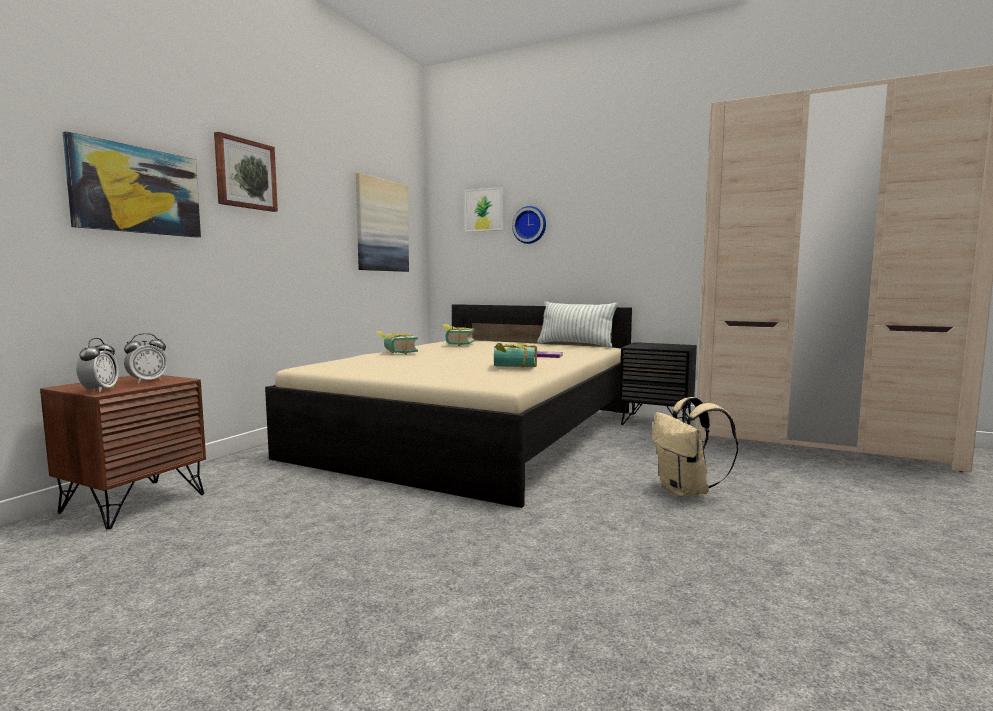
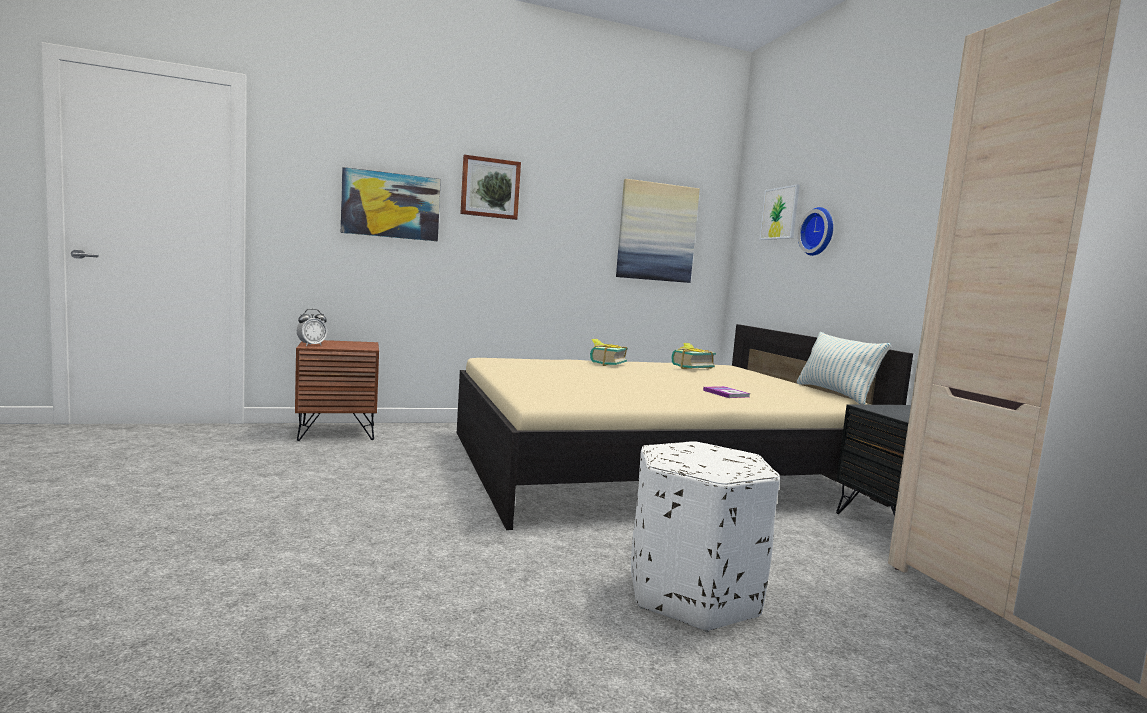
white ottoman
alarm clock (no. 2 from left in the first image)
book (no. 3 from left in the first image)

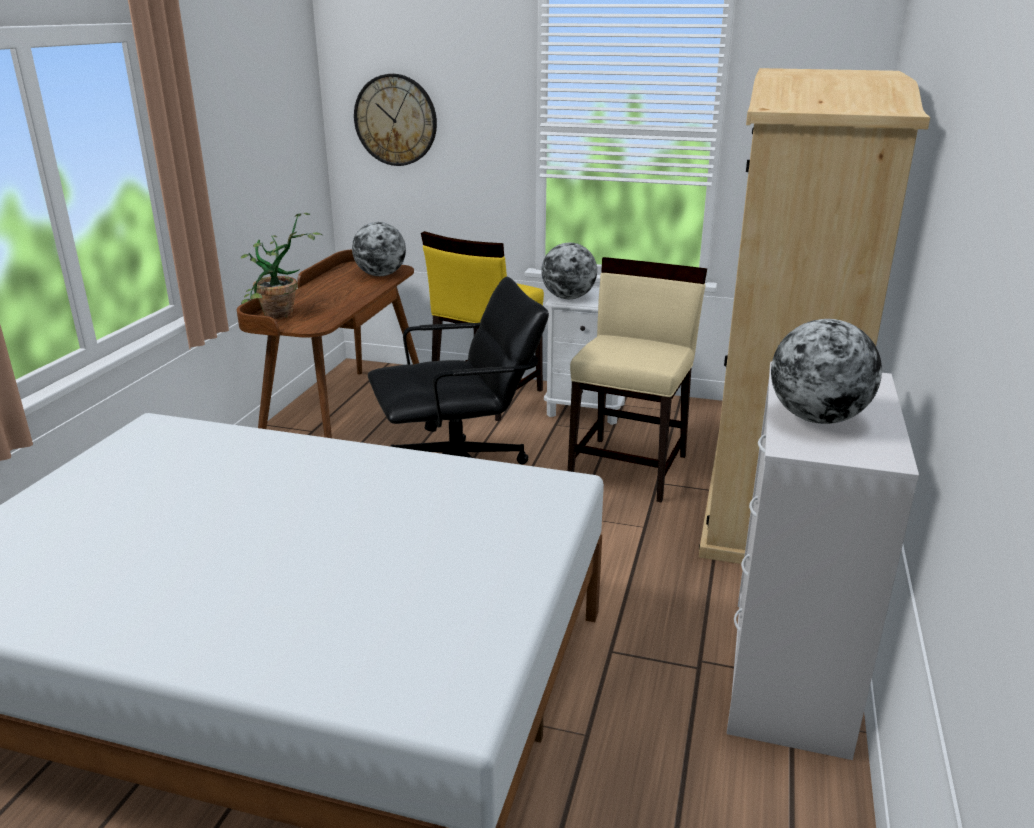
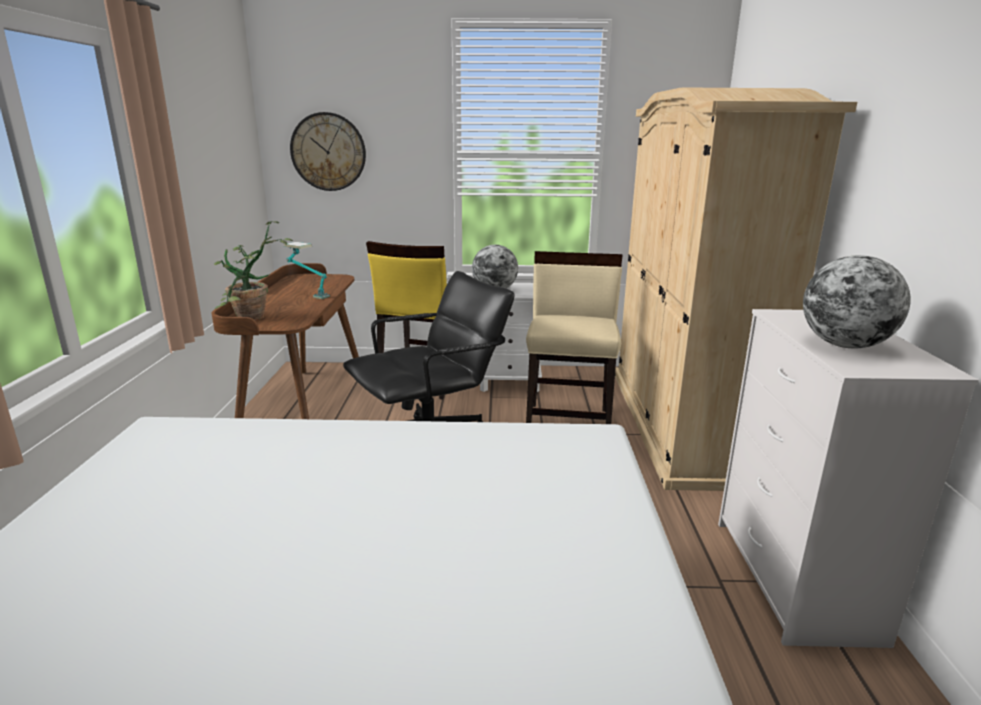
table lamp
globe (no. 1 from left in the first image)

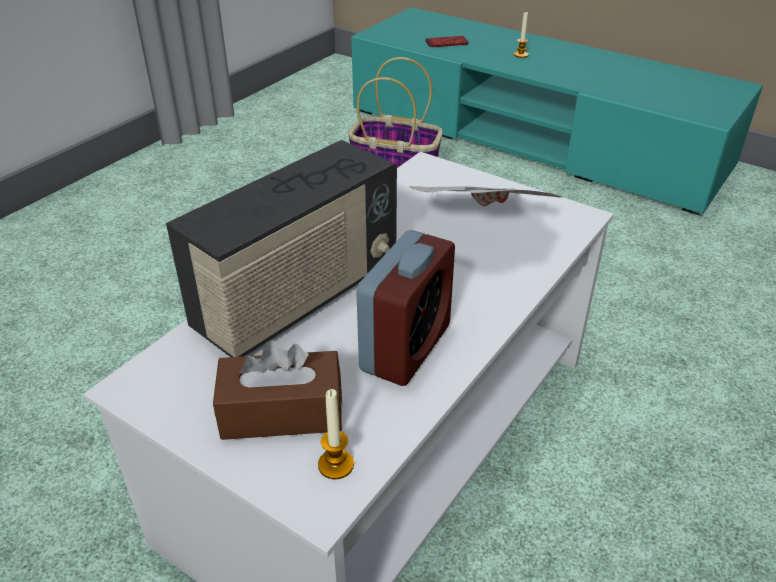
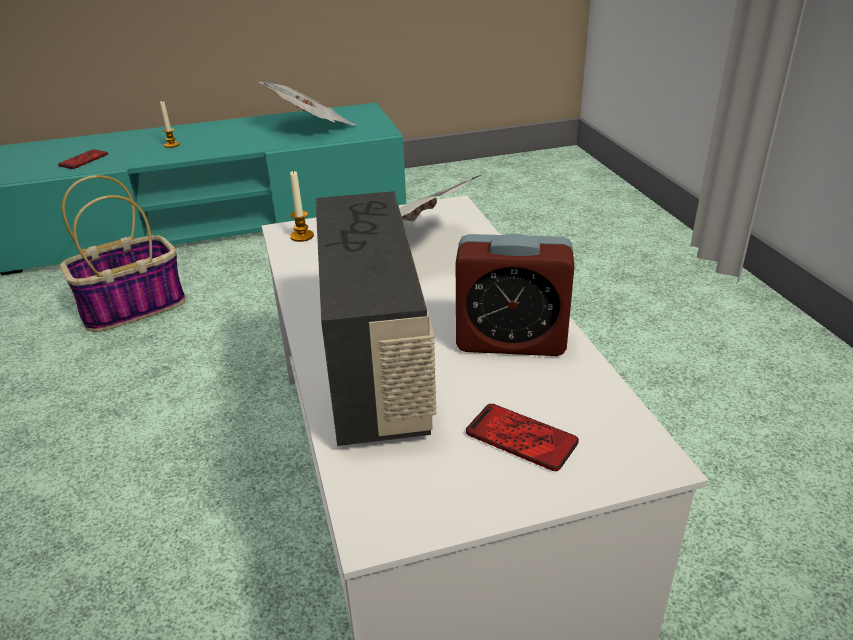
newspaper (no. 1 from left)
candle (no. 2 from left)
alarm clock
phone (no. 2 from left)

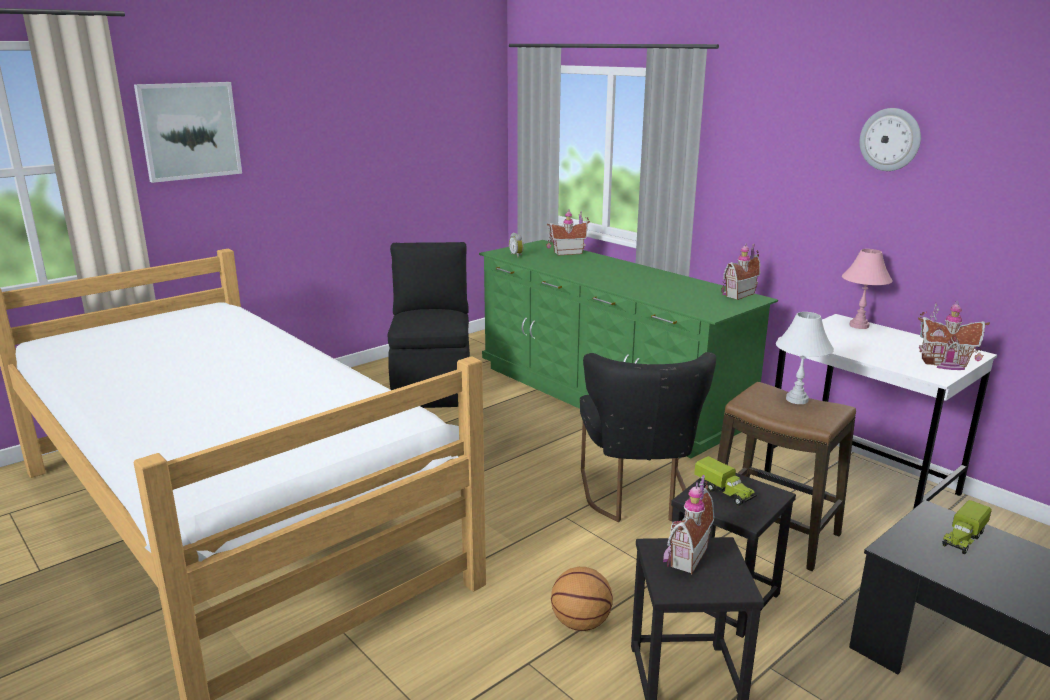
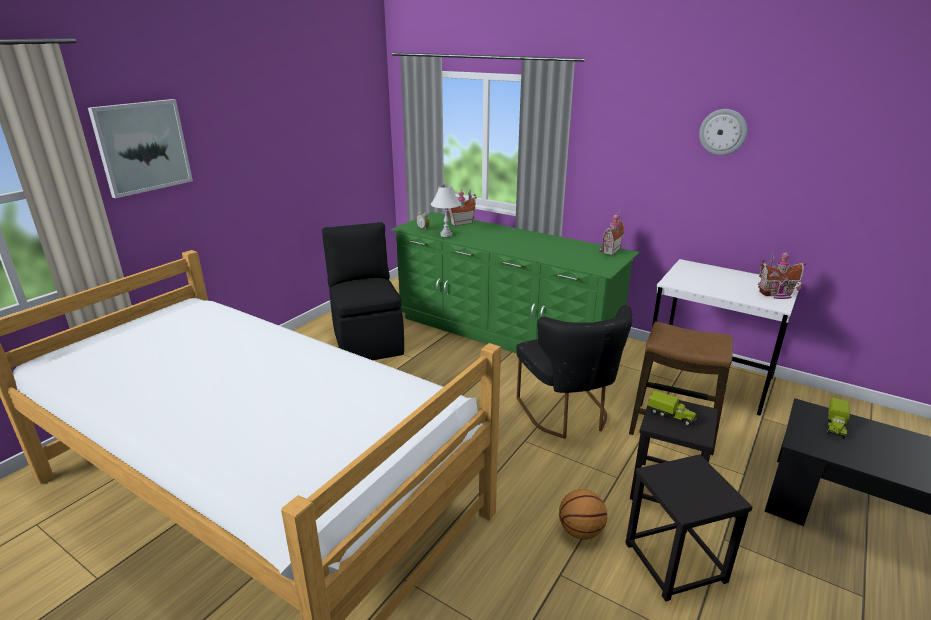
white table lamp
toy house (no. 2 from left in the first image)
pink table lamp

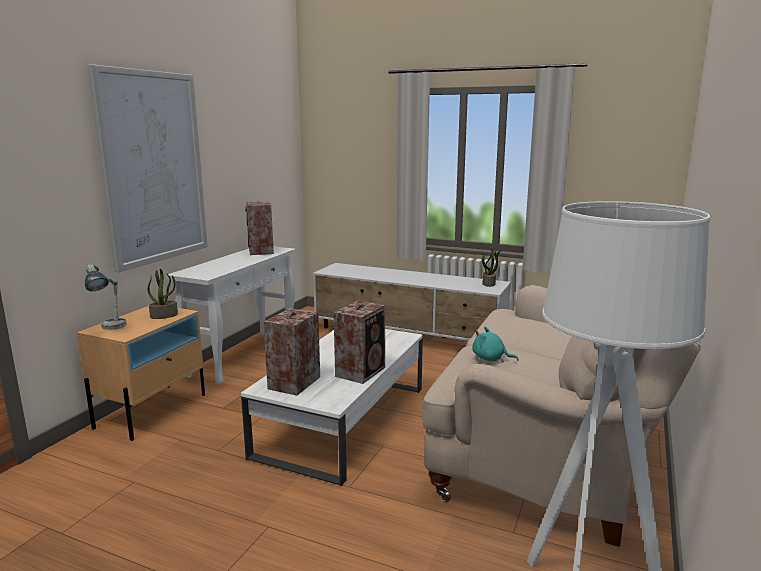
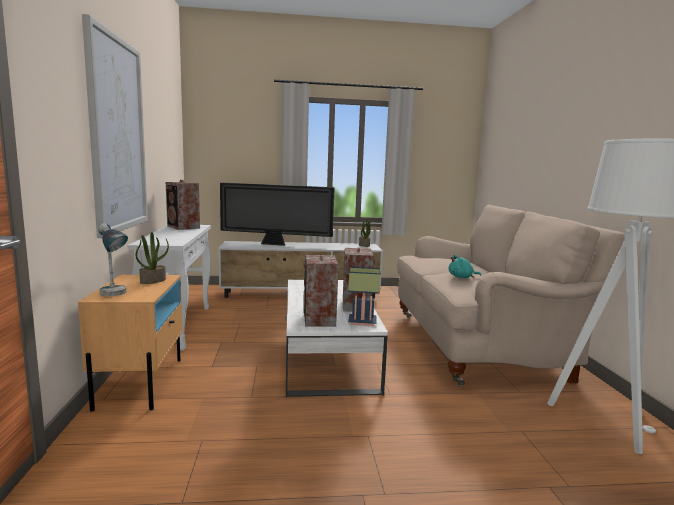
television
table lamp (no. 2 from left)

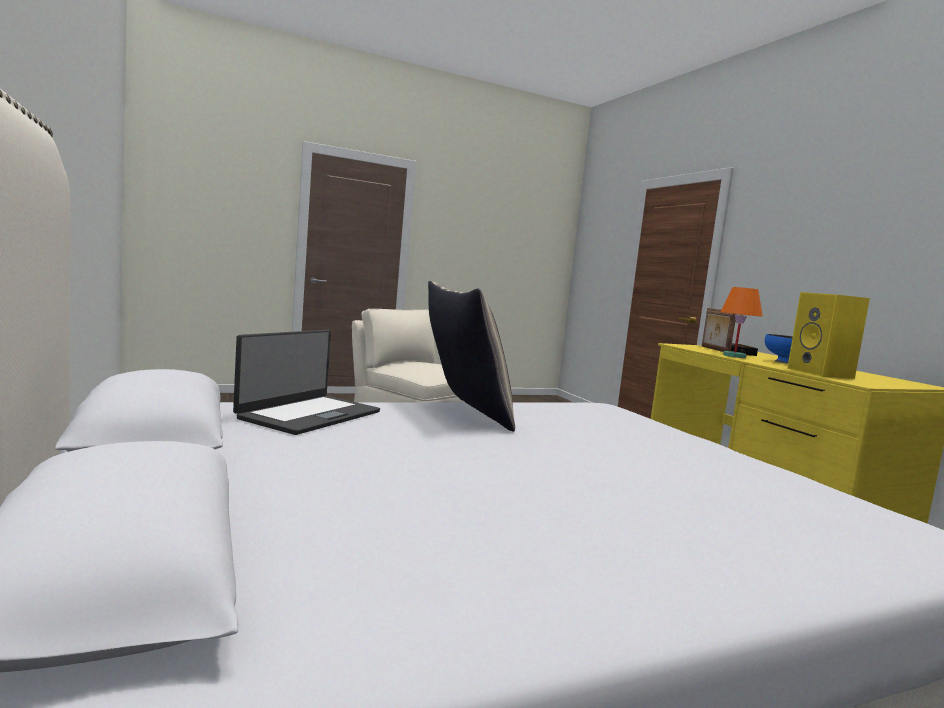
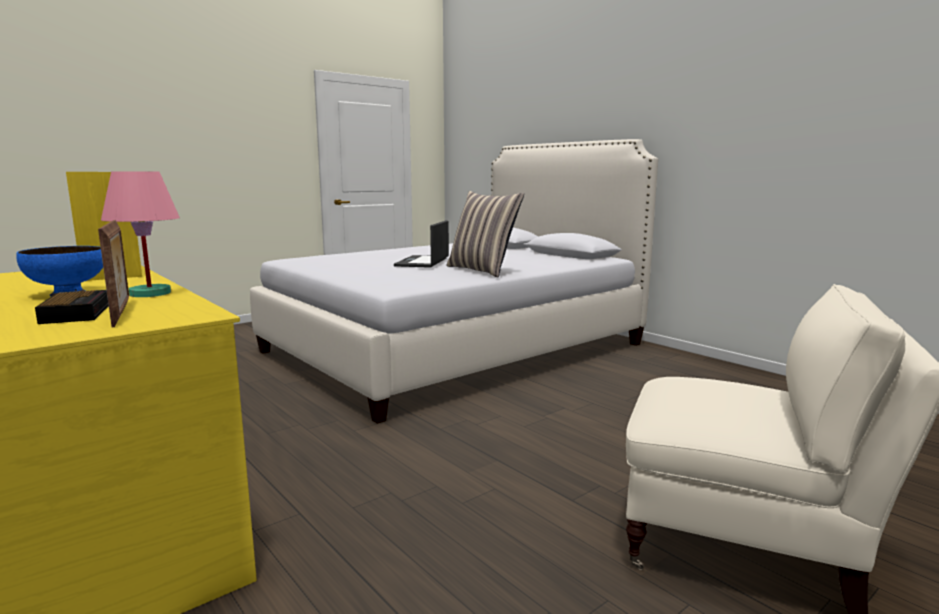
pink table lamp
laptop

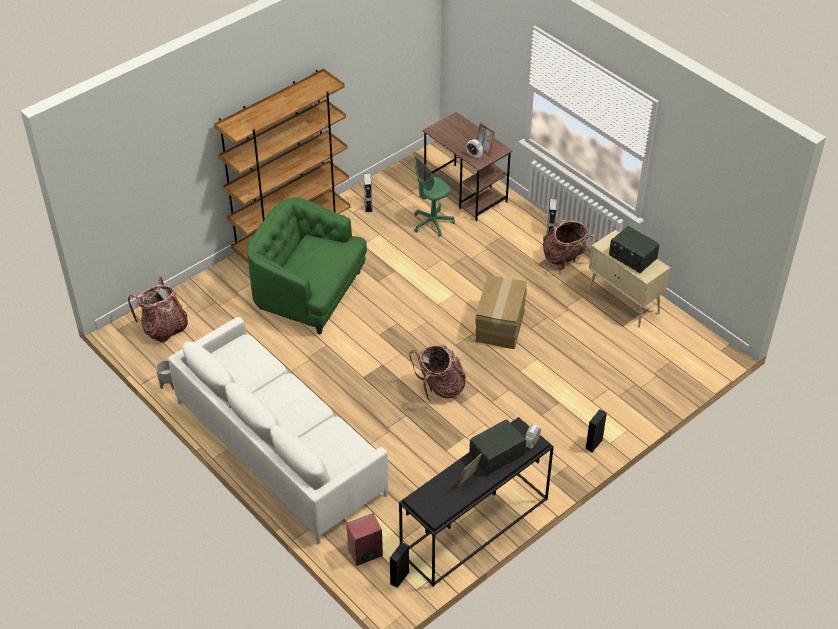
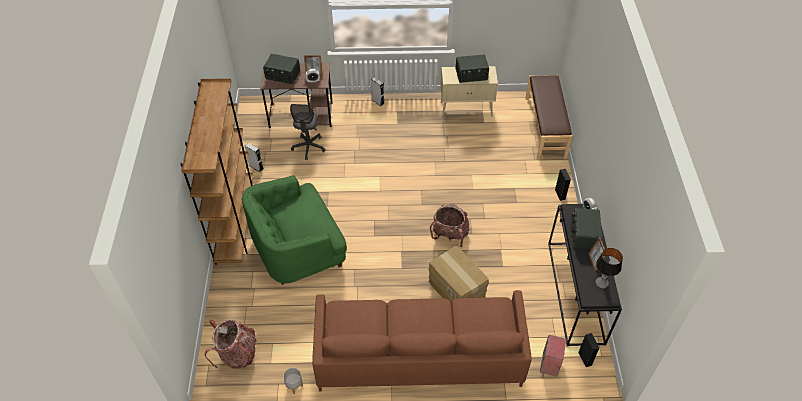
radio (no. 1 from left)
grey office chair
brown sofa
cardboard box
brown bench
table lamp
backpack (no. 3 from left in the first image)

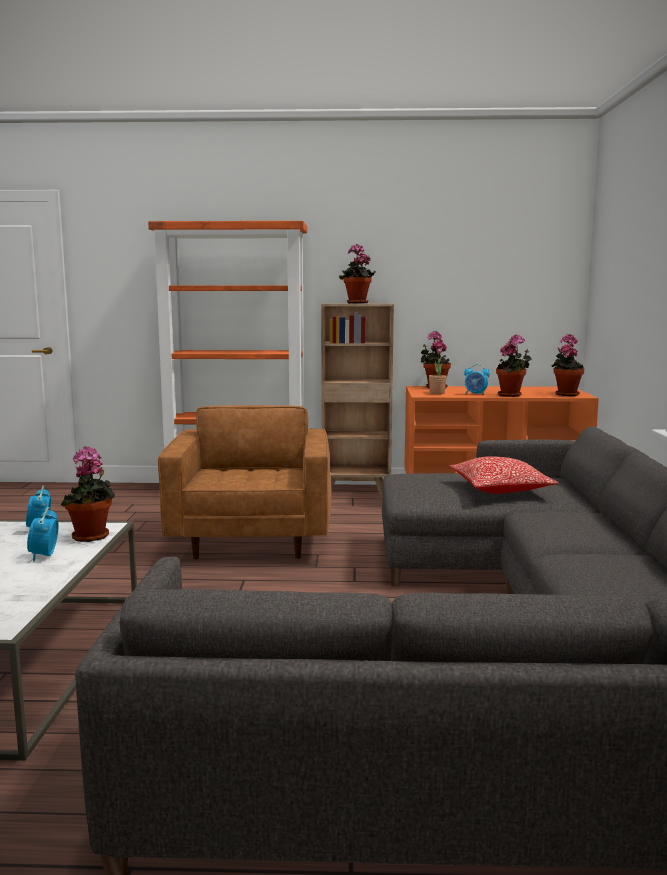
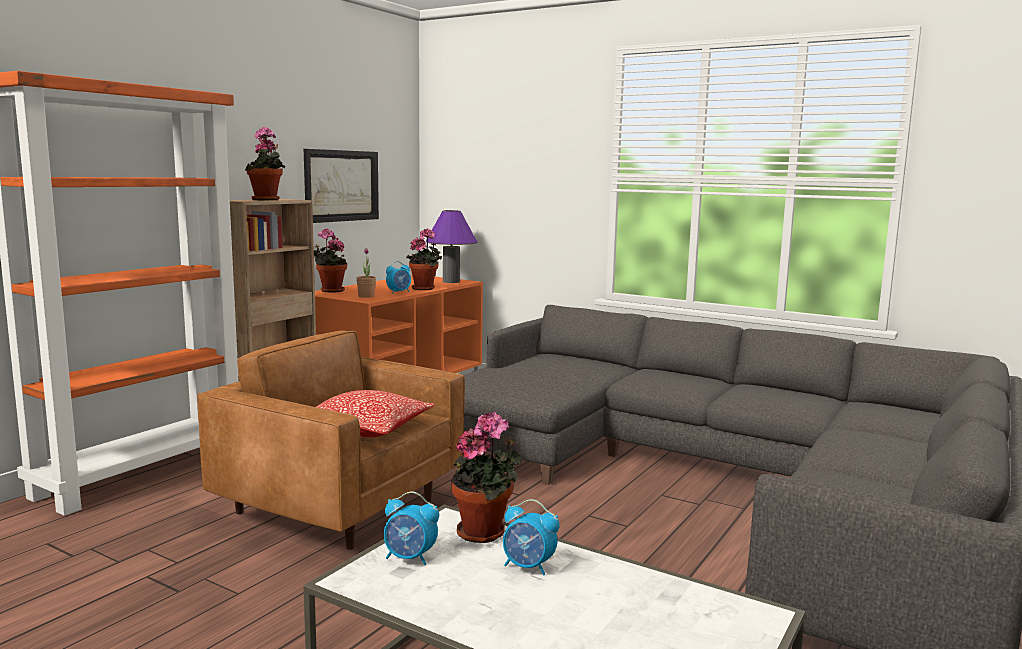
picture
pillow
purple table lamp

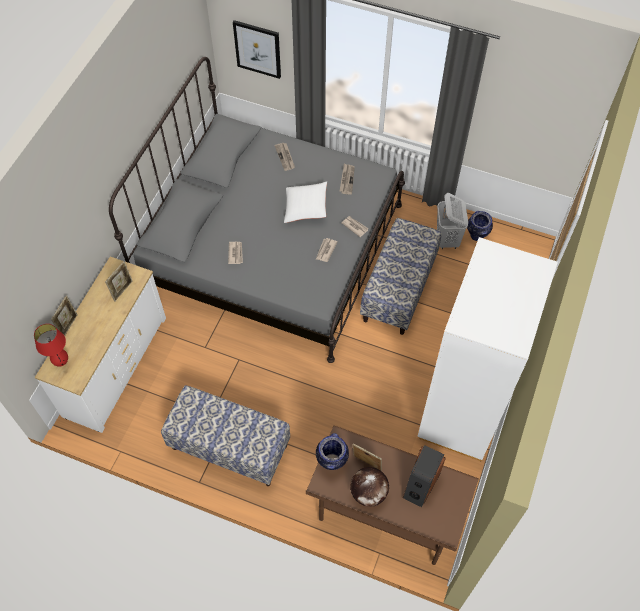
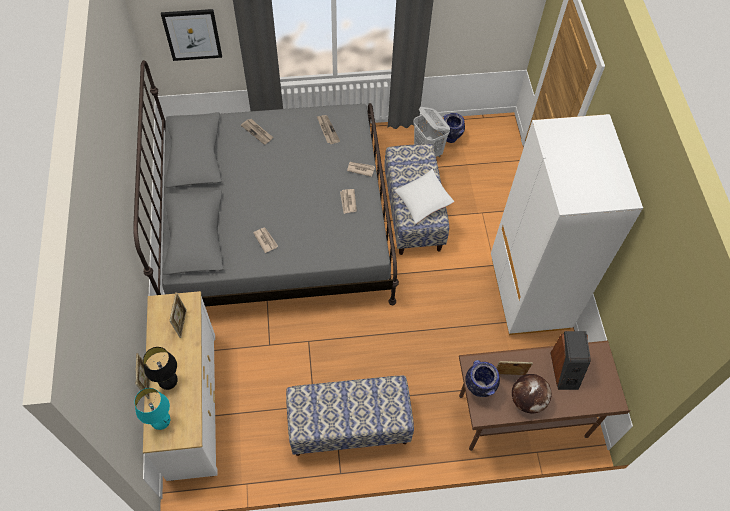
turquoise table lamp
black table lamp
white pillow

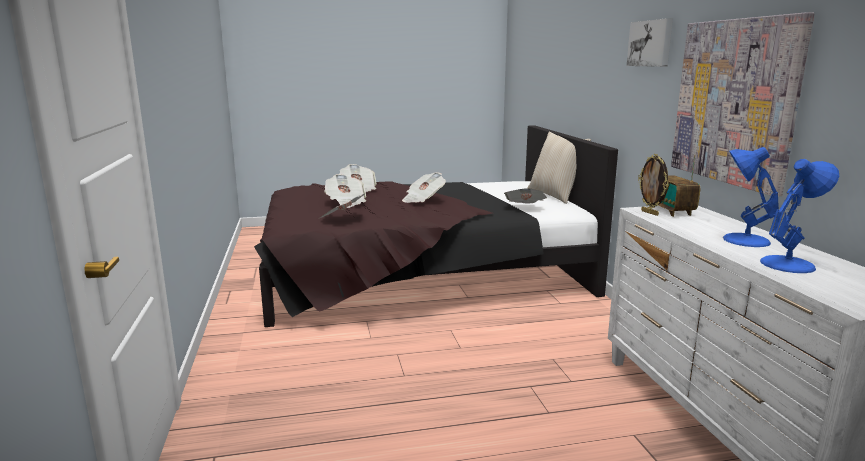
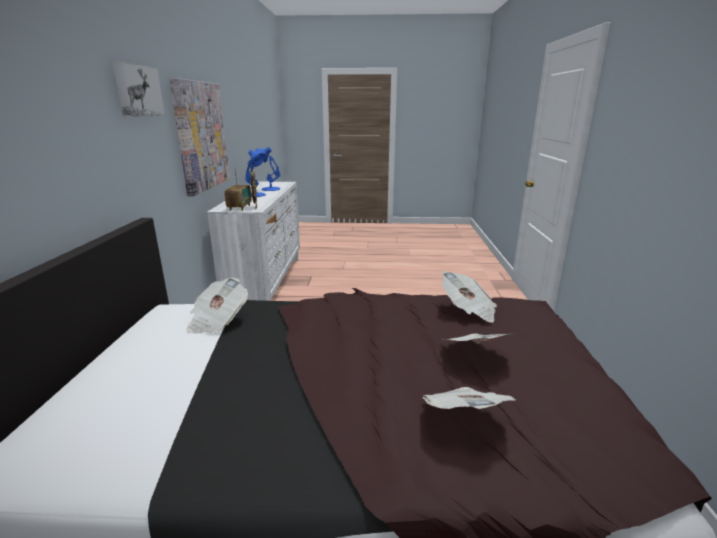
newspaper (no. 4 from left in the first image)
beige pillow

